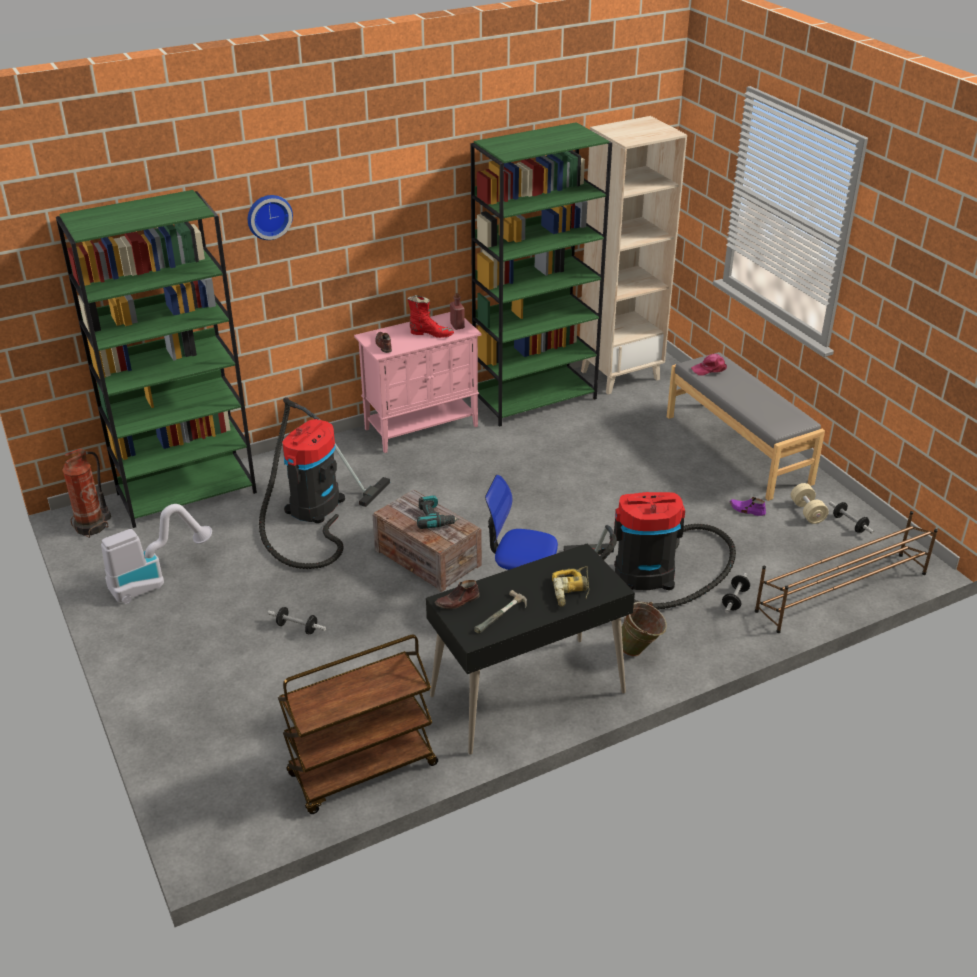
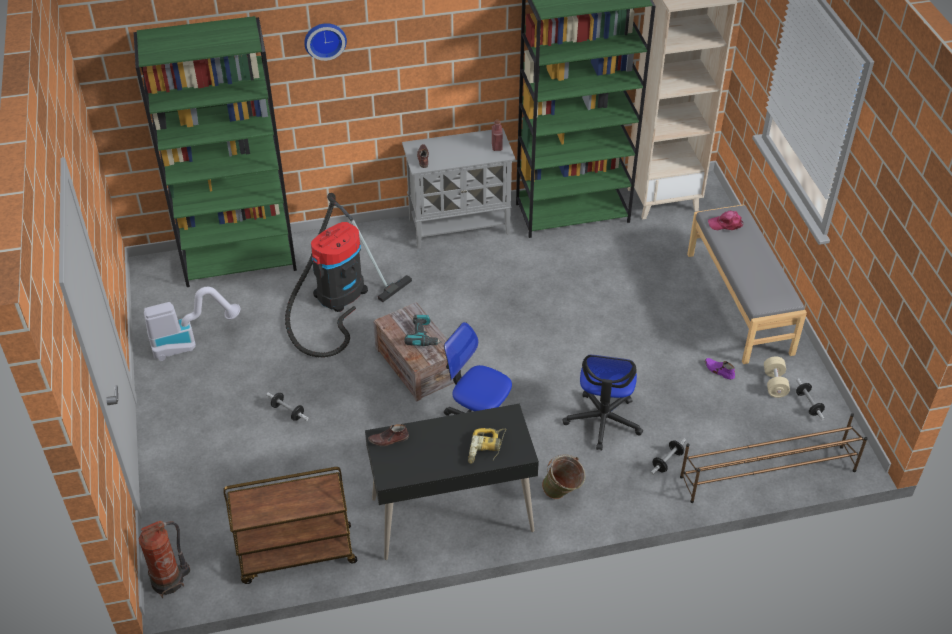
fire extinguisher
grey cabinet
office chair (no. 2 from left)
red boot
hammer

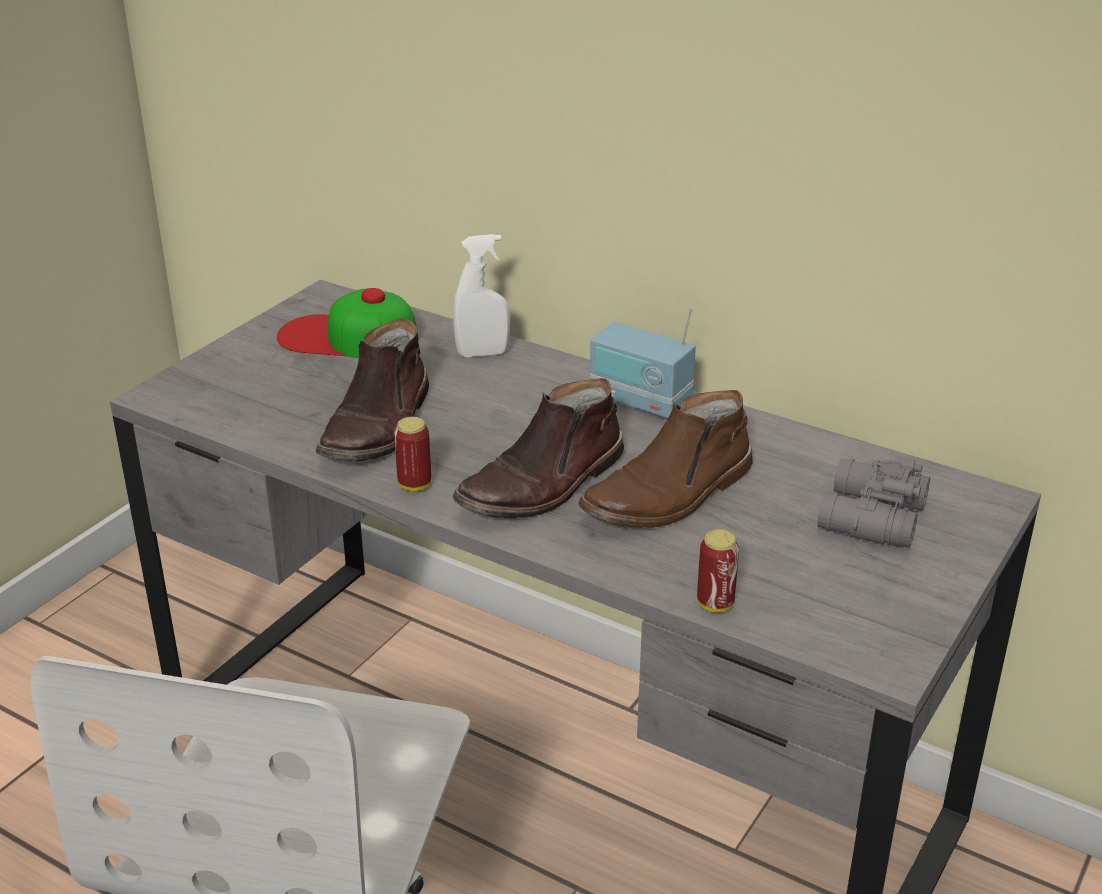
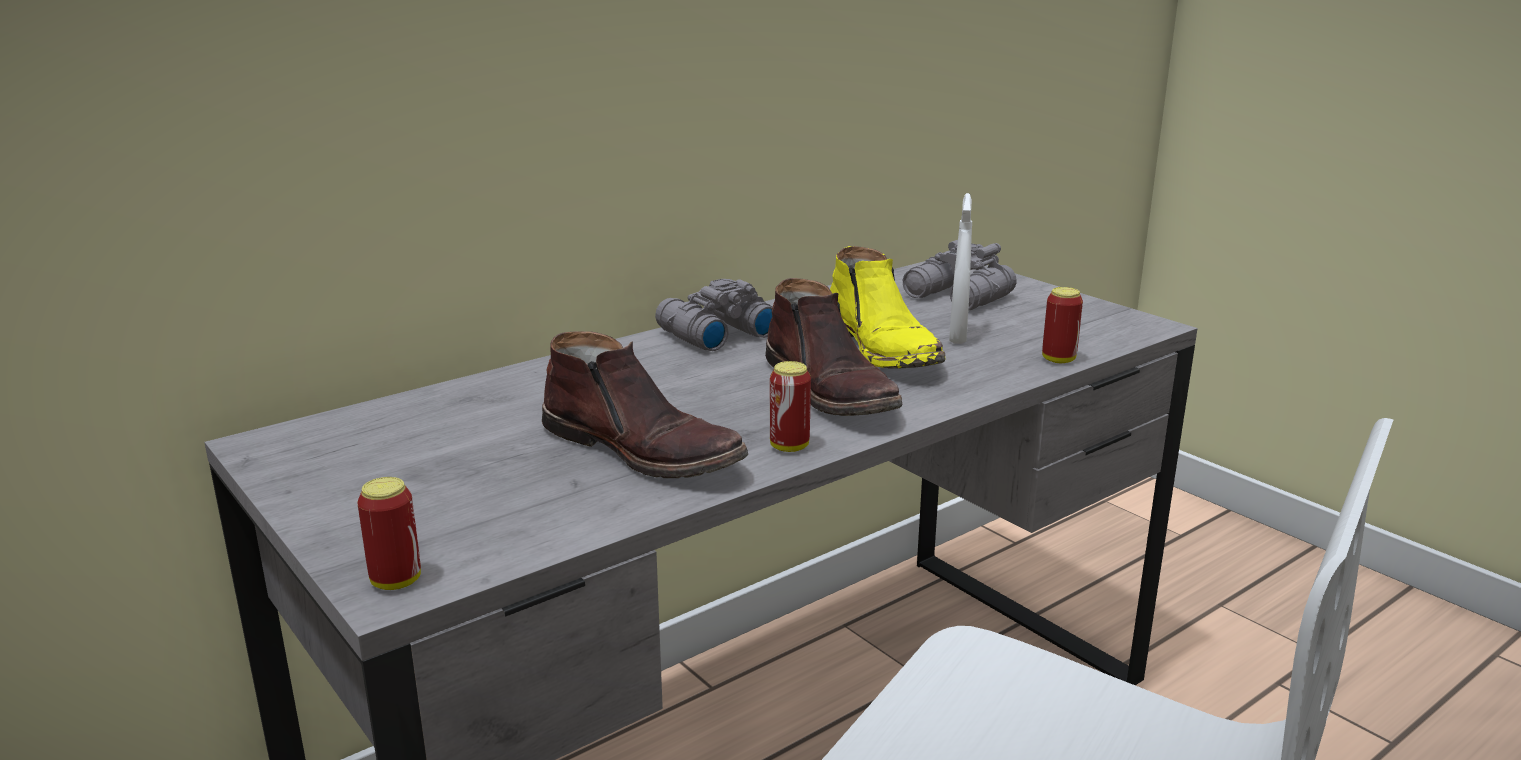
can (no. 1 from left)
grey binoculars (no. 1 from left)
yellow boot
white spray bottle
cap

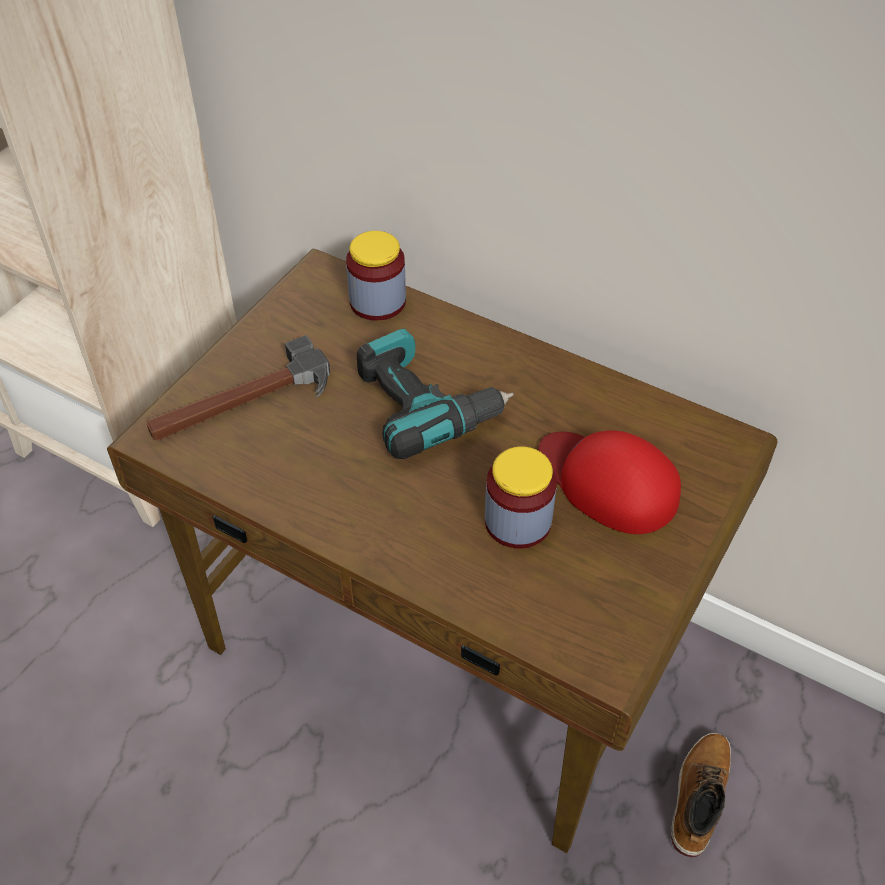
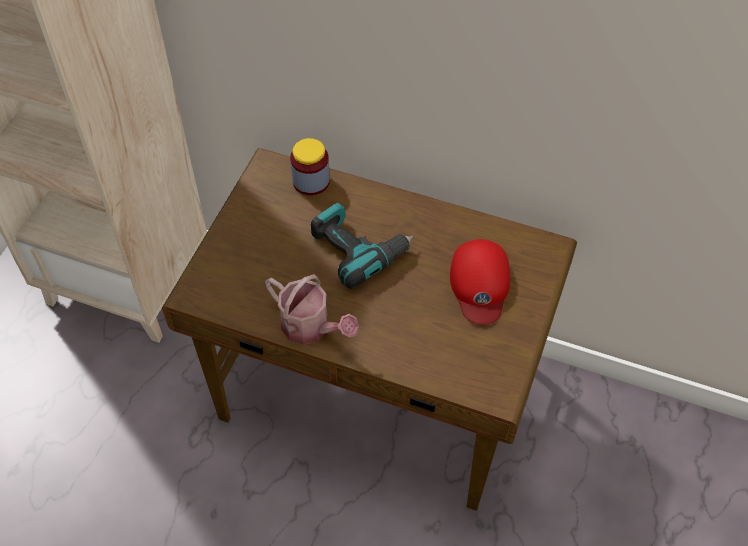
watering can
red cap
hammer
jar (no. 2 from left in the first image)
boot

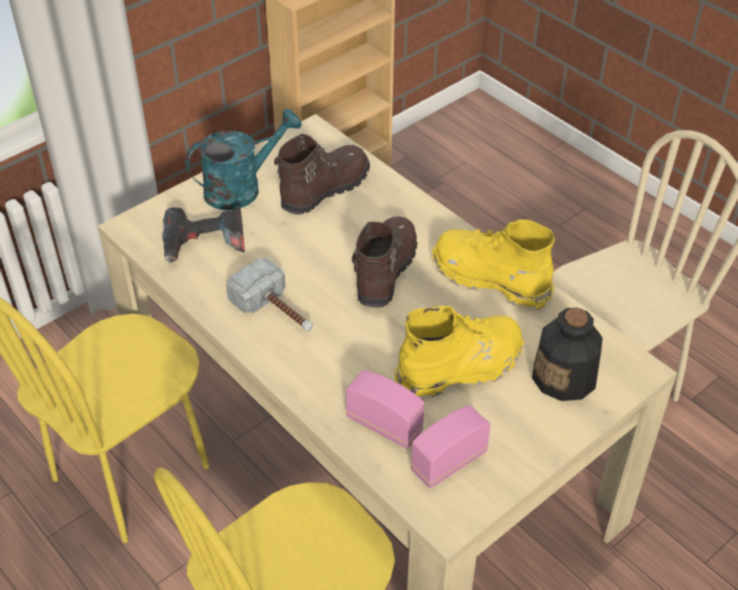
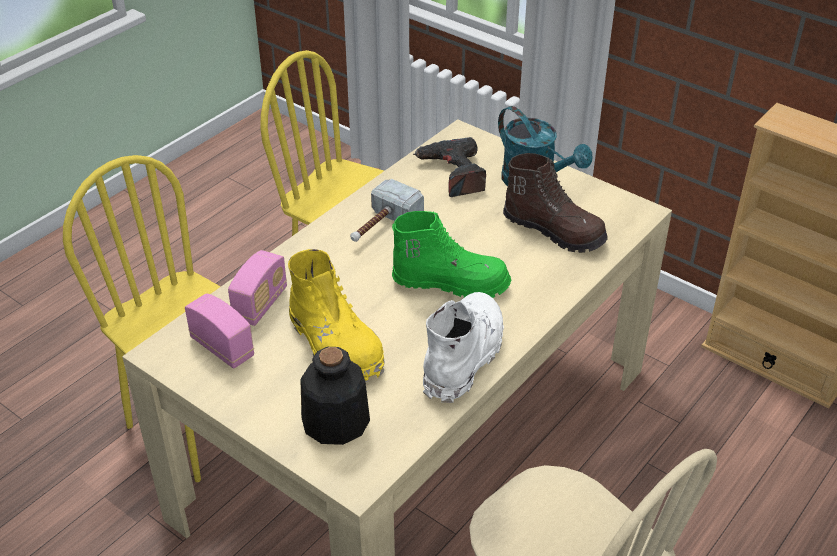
green boot
white boot

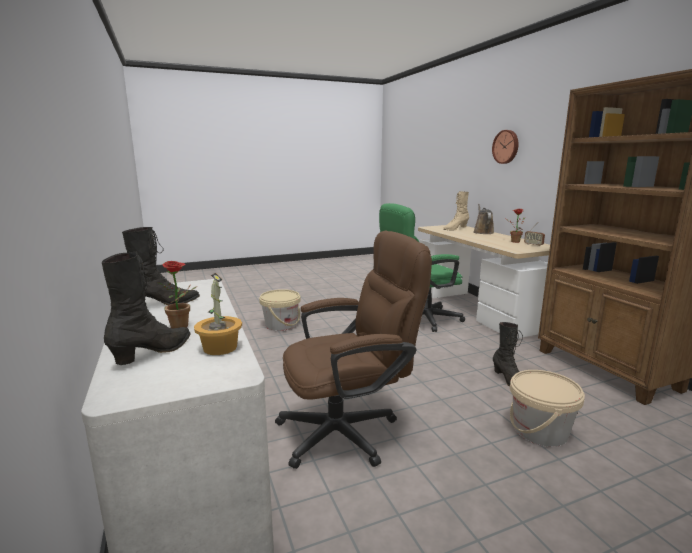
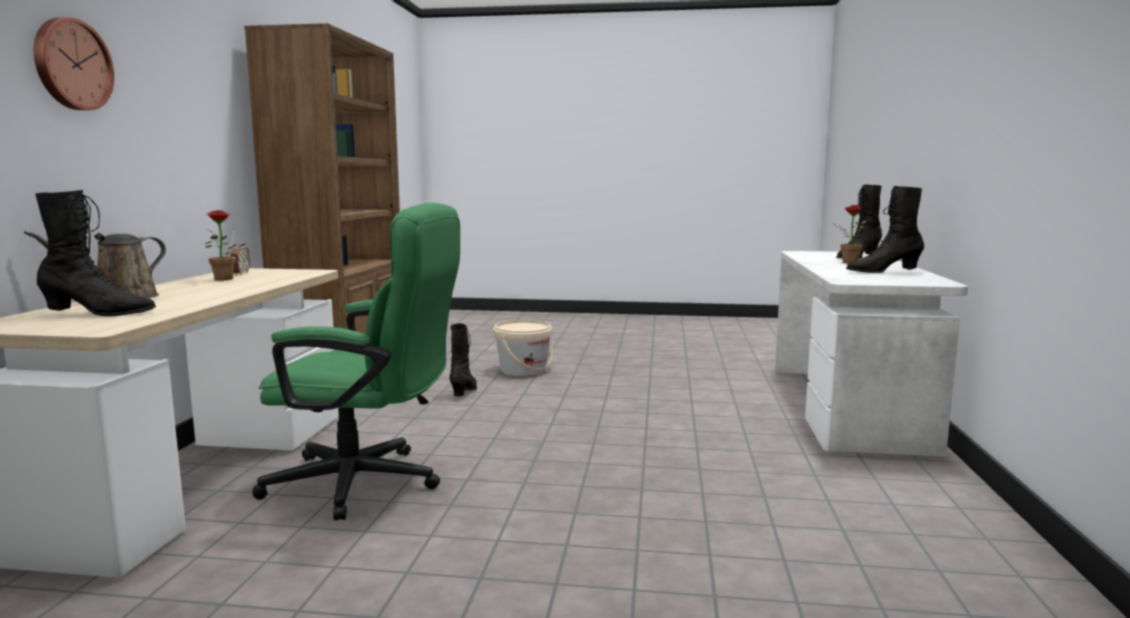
black boot (no. 1 from left)
potted plant (no. 2 from left in the first image)
beige bucket (no. 1 from left in the first image)
brown office chair

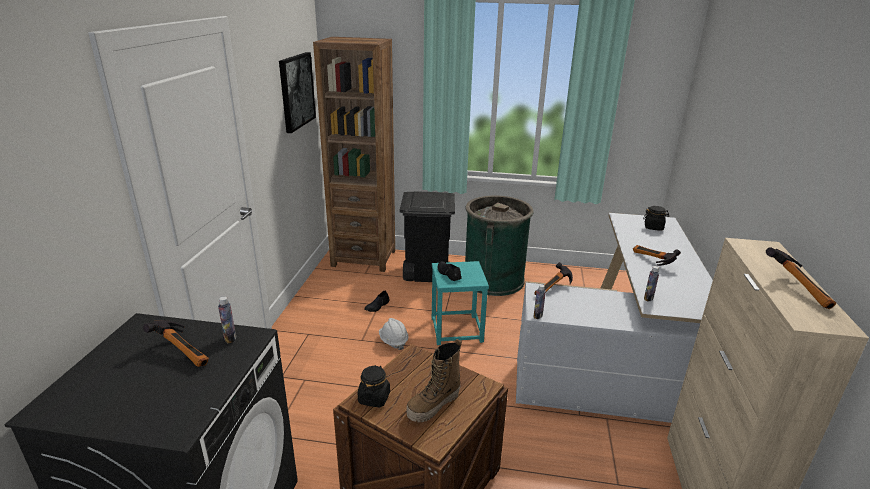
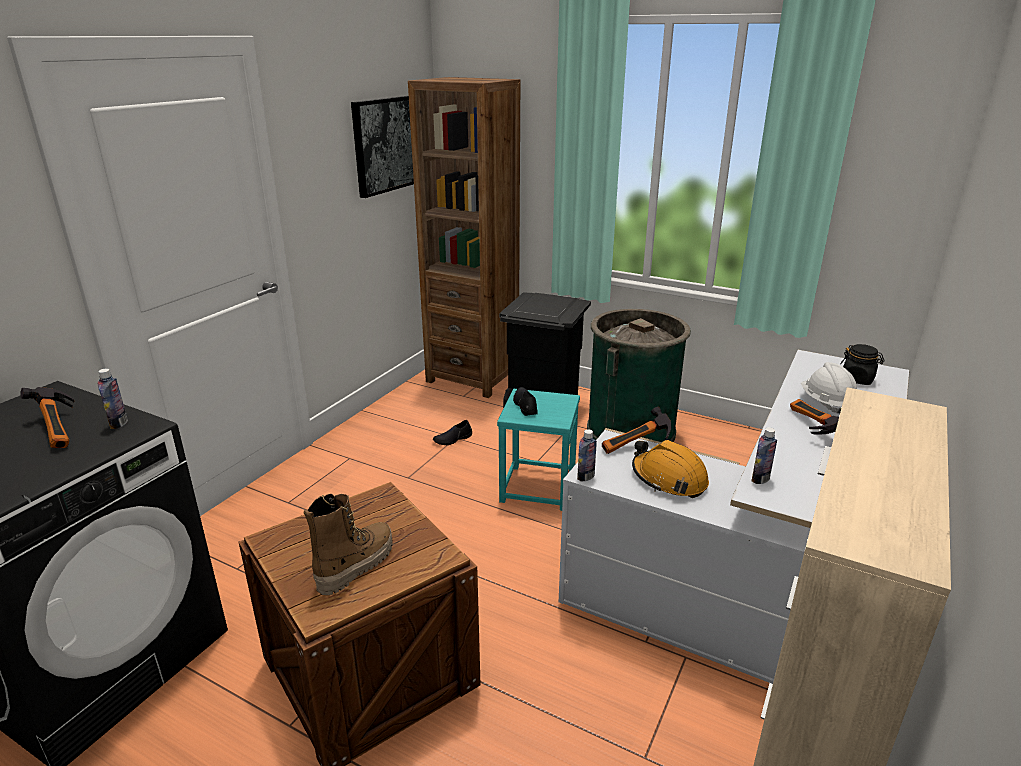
boot
orange hard hat
white hard hat
black jar (no. 1 from left in the first image)
hammer (no. 4 from left in the first image)

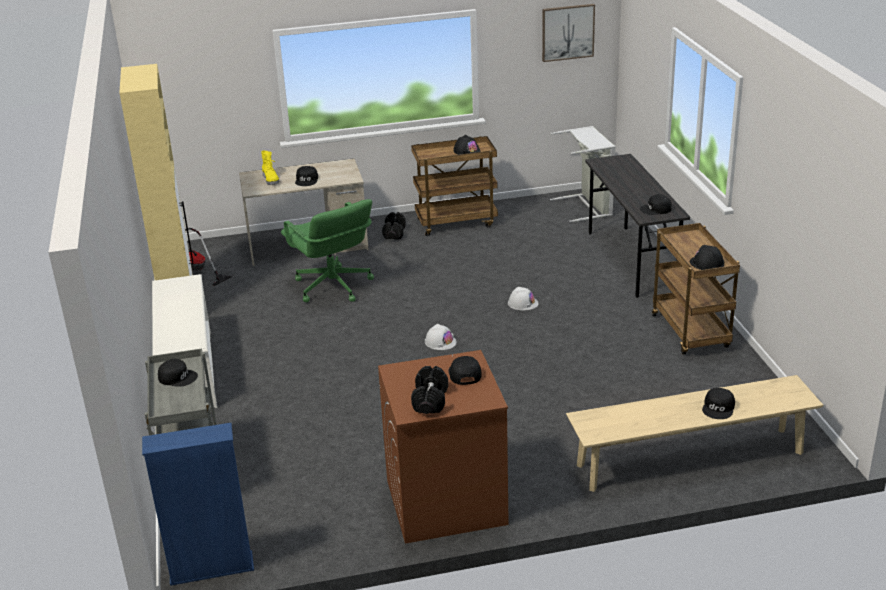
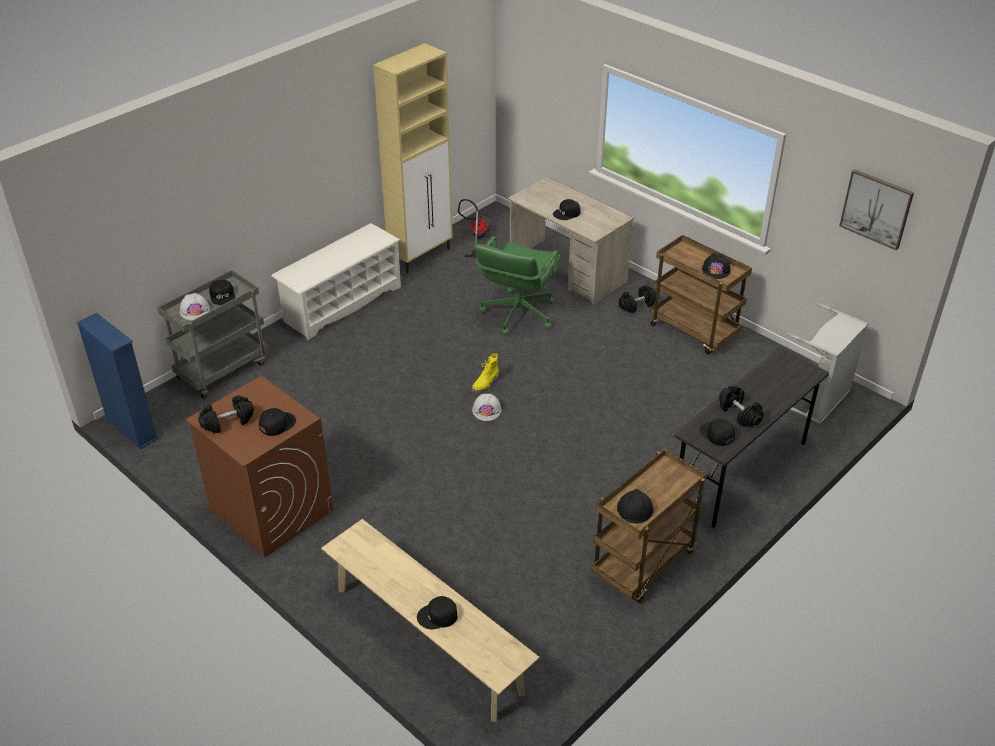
white hard hat (no. 1 from left)
yellow boot
black dumbbell (no. 3 from left)

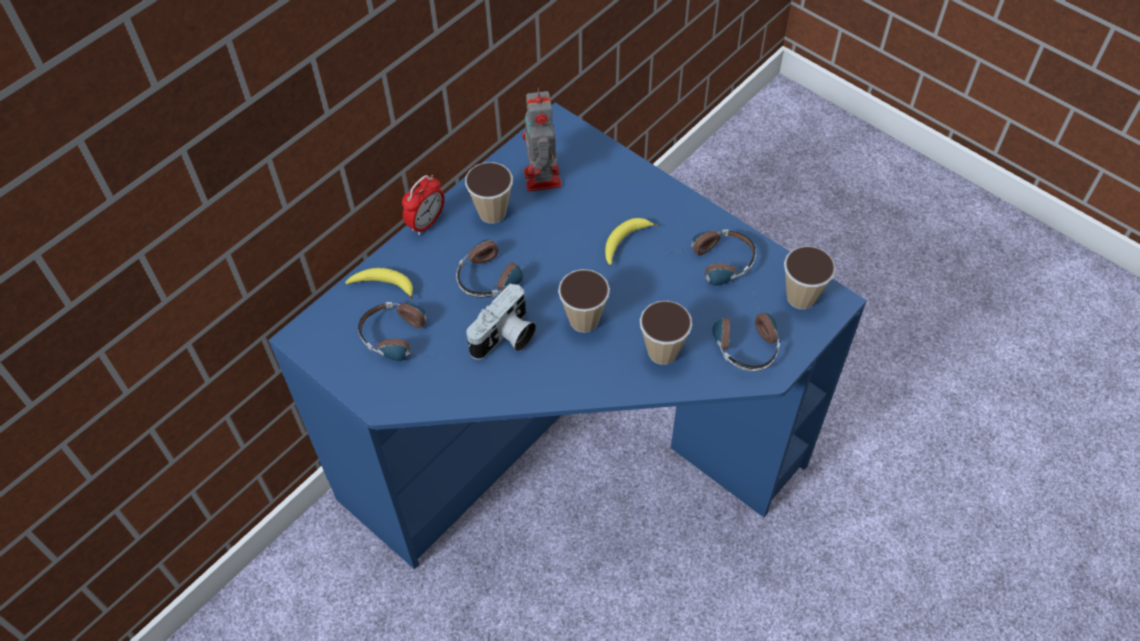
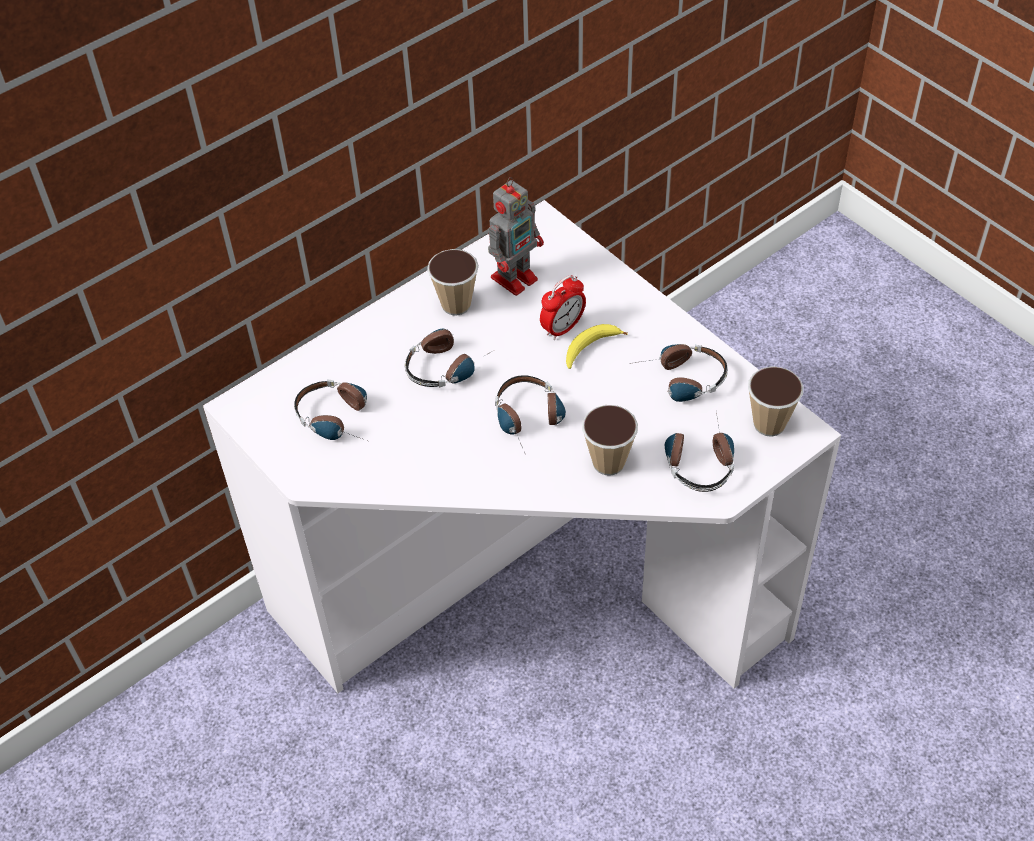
white desk
toy robot
headphones (no. 3 from left)
alarm clock
banana (no. 1 from left in the first image)
photo camera

